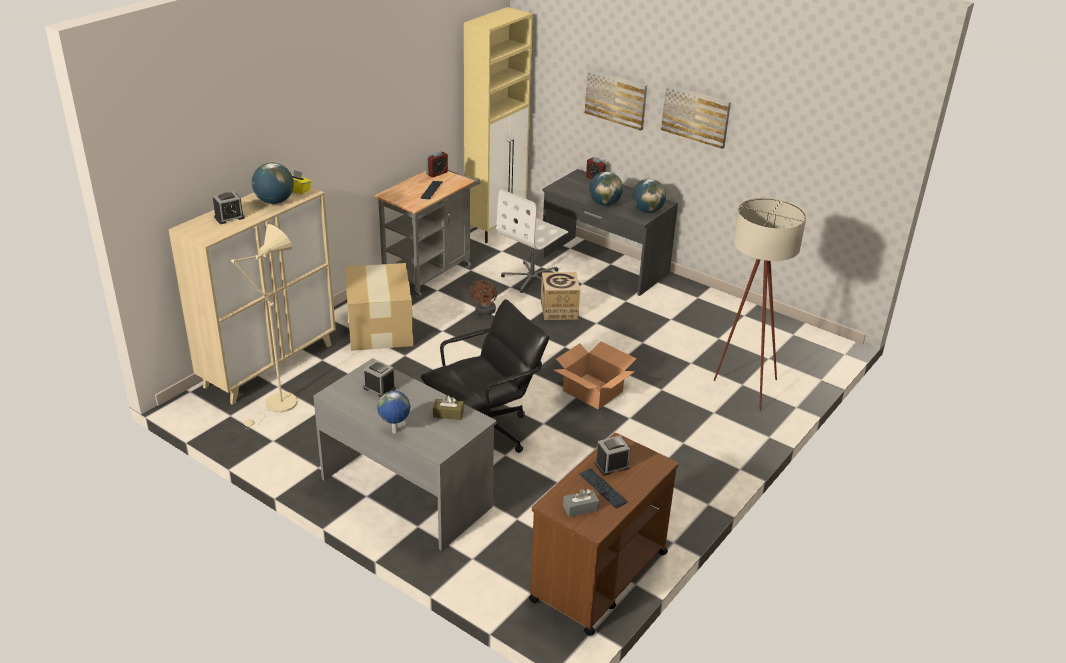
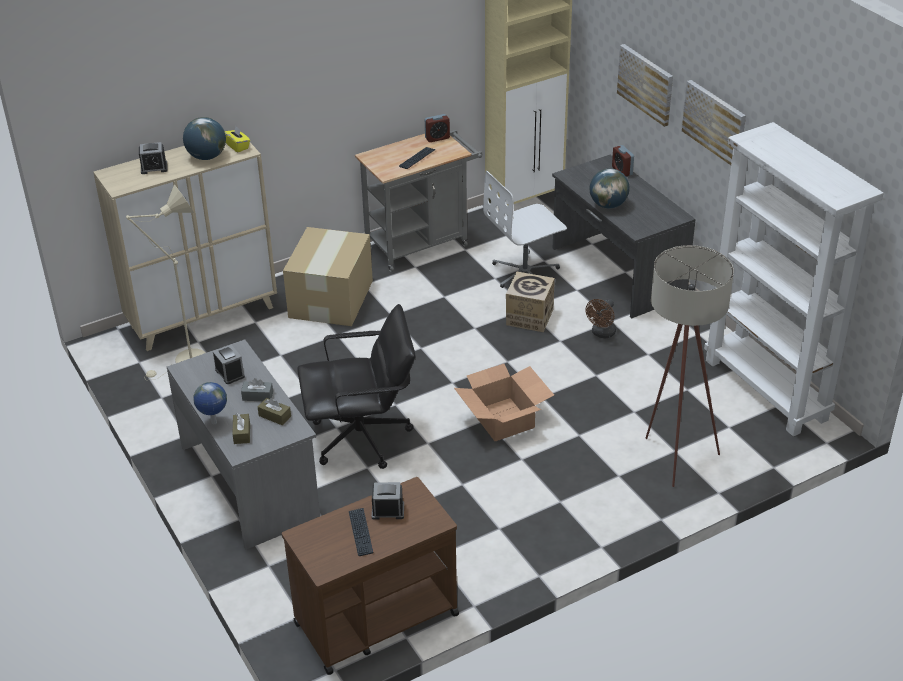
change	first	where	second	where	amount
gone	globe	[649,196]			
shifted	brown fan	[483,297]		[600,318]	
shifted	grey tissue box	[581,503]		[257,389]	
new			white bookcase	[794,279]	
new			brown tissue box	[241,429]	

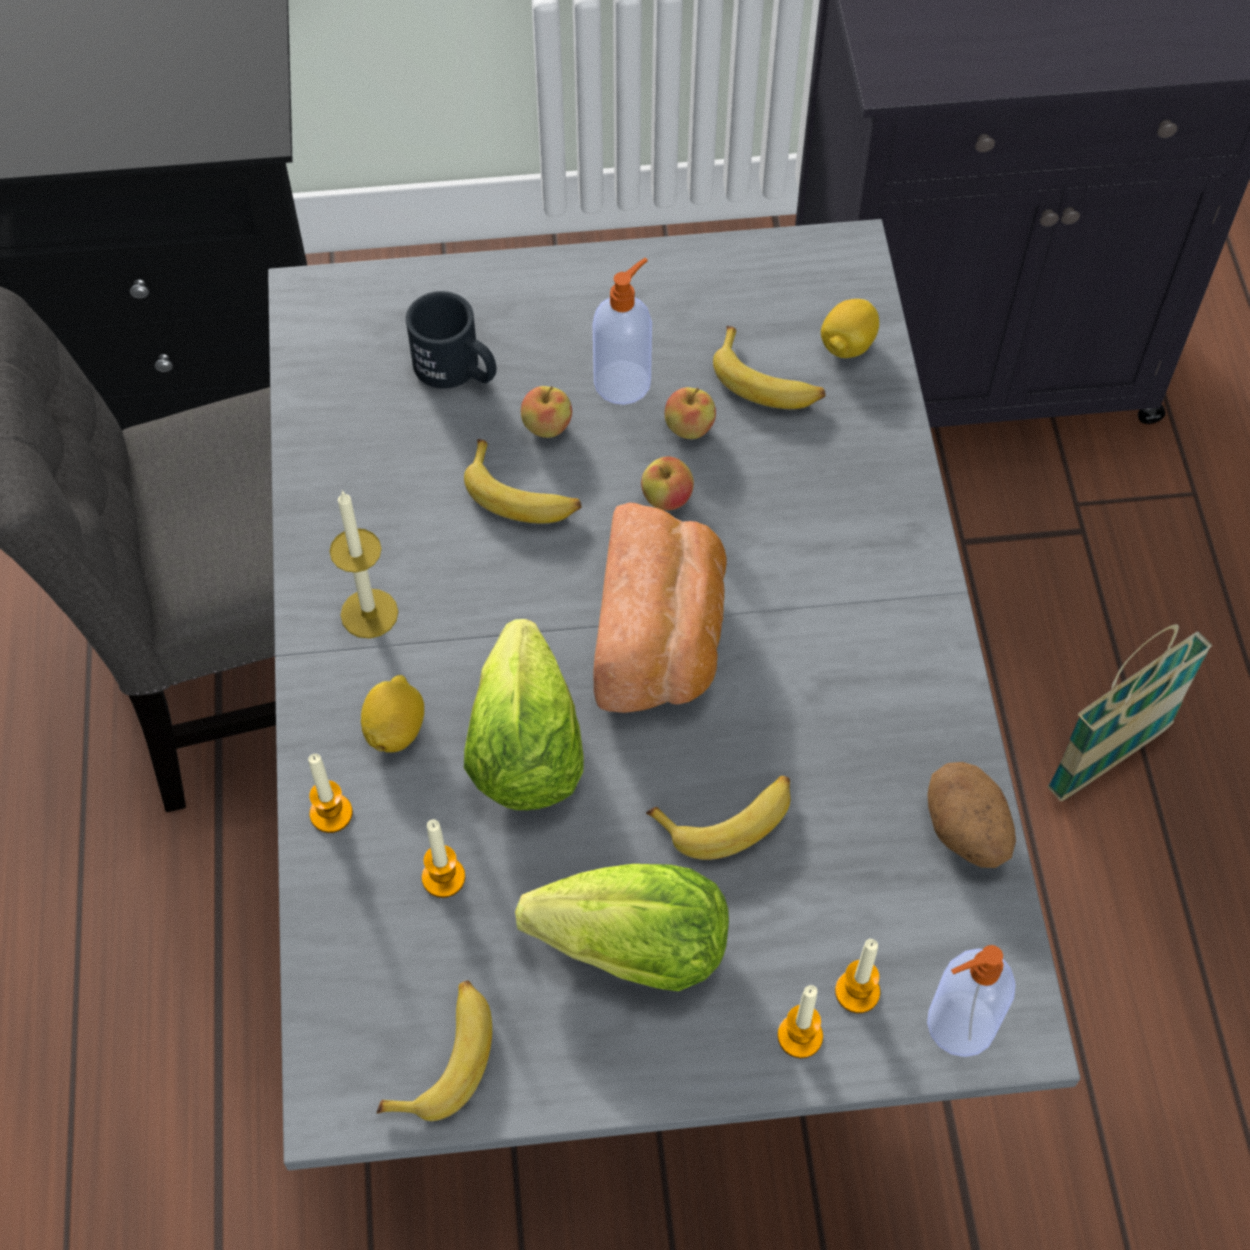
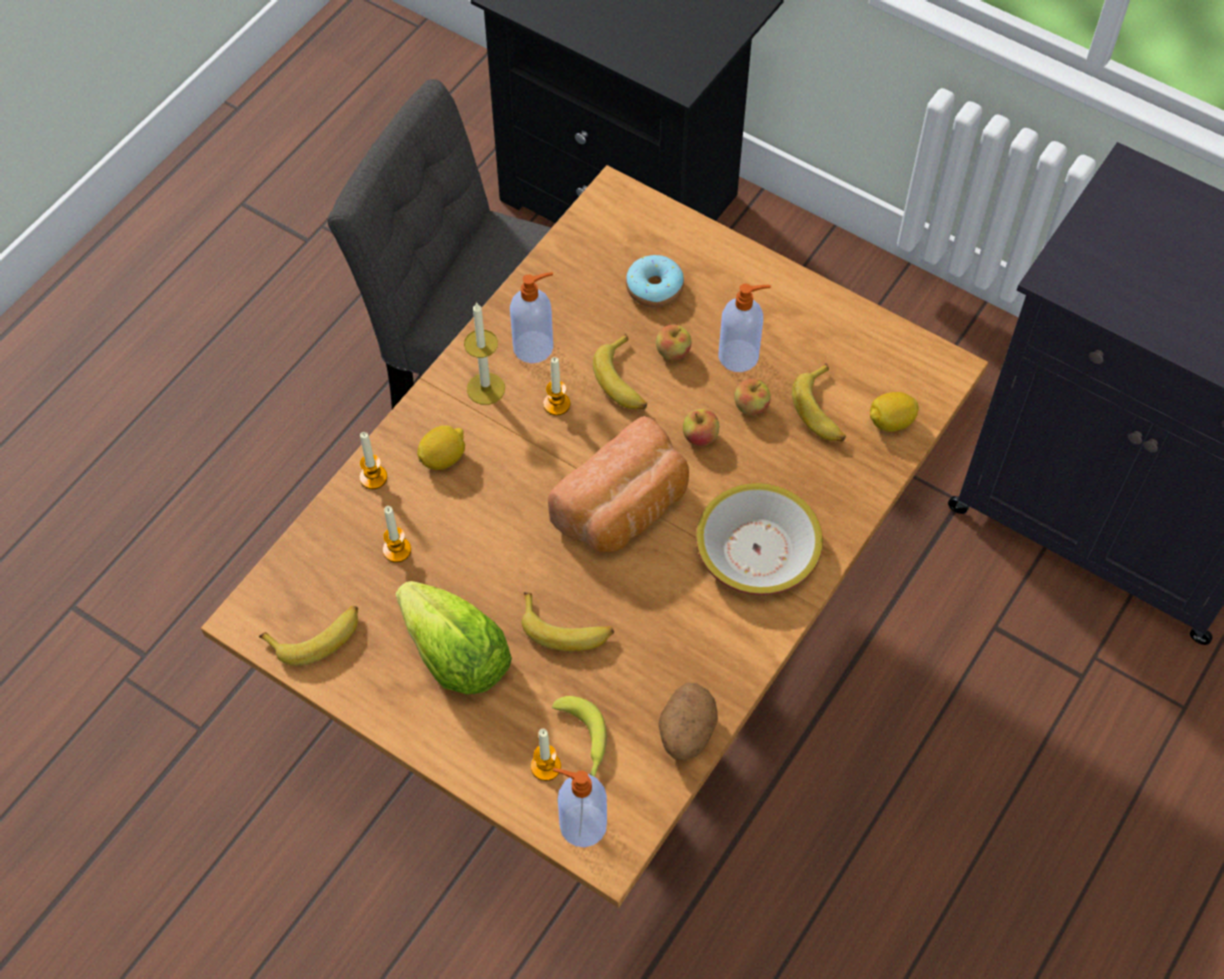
change	first	where	second	where	amount
repainted	grey dining table	[674,694]	brown dining table	[594,536]	
swapped	black mug	[451,340]	donut	[655,281]	
gone	lettuce	[524,714]			
gone	basket	[1130,712]			
shifted	candle	[800,1021]		[556,386]	
new			soap dispenser	[531,317]	
new			bowl	[759,539]	
new			banana	[579,736]	

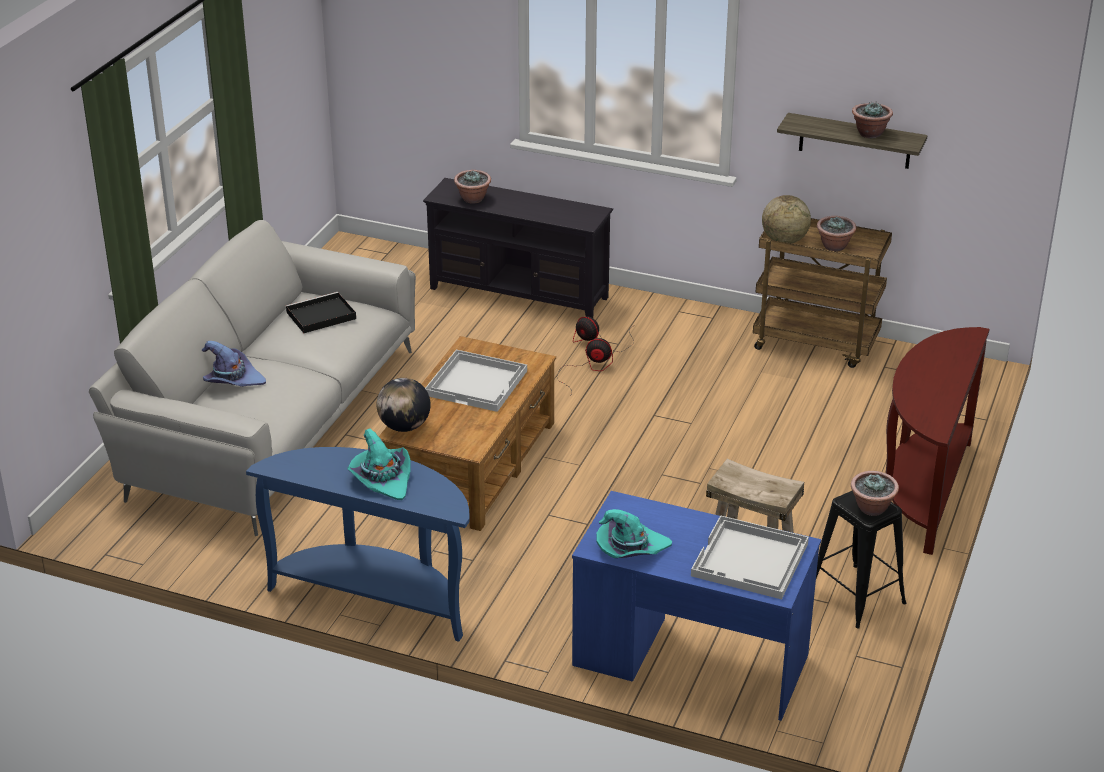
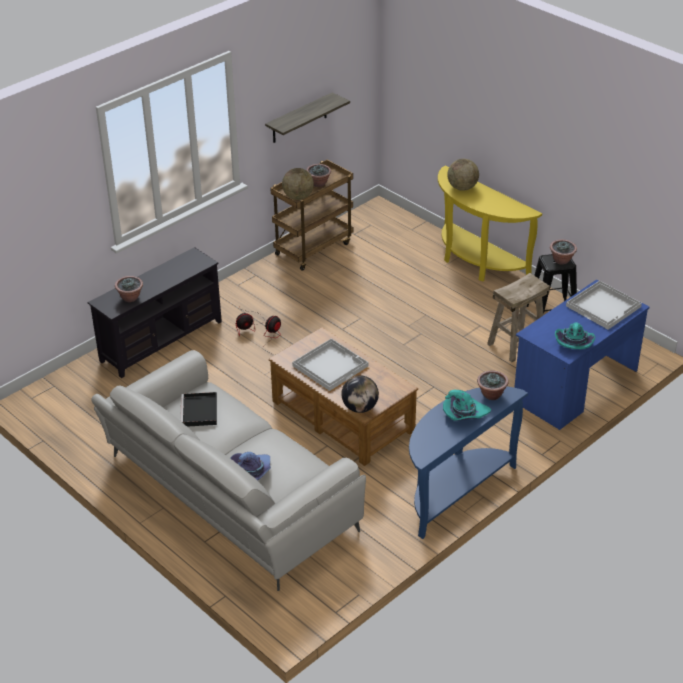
change	first	where	second	where	amount
shifted	potted plant	[872,120]		[492,385]	
repainted	brown console table	[938,441]	yellow console table	[490,224]	
new			globe	[463,175]	

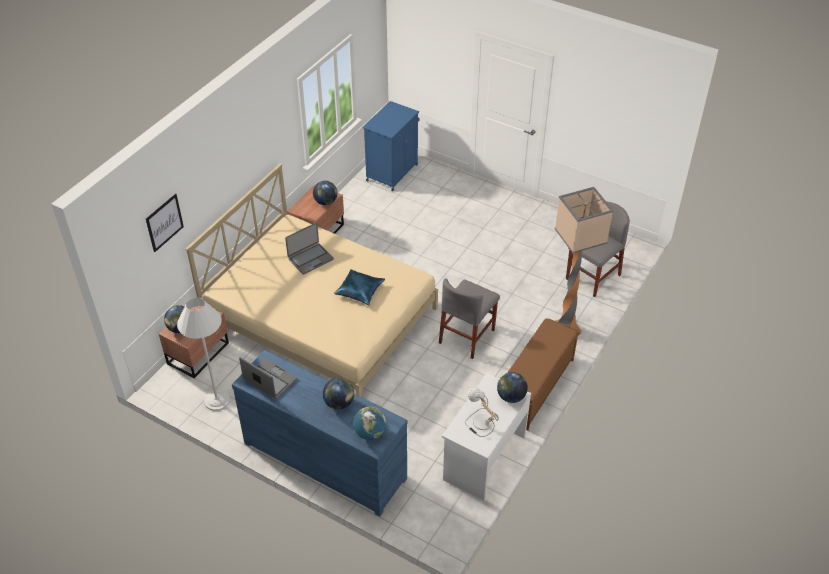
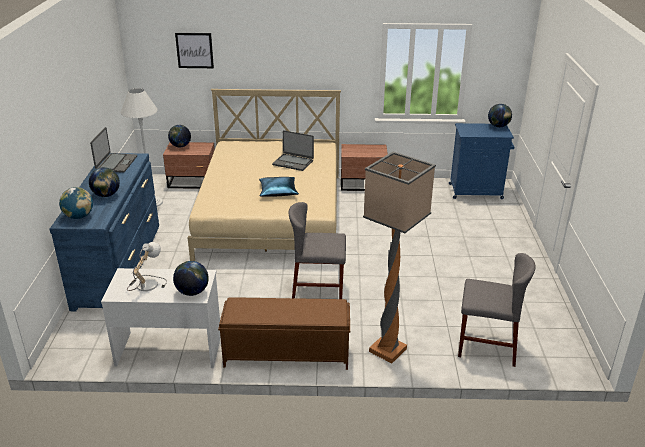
change	first	where	second	where	amount
shifted	globe	[325,193]		[500,115]	

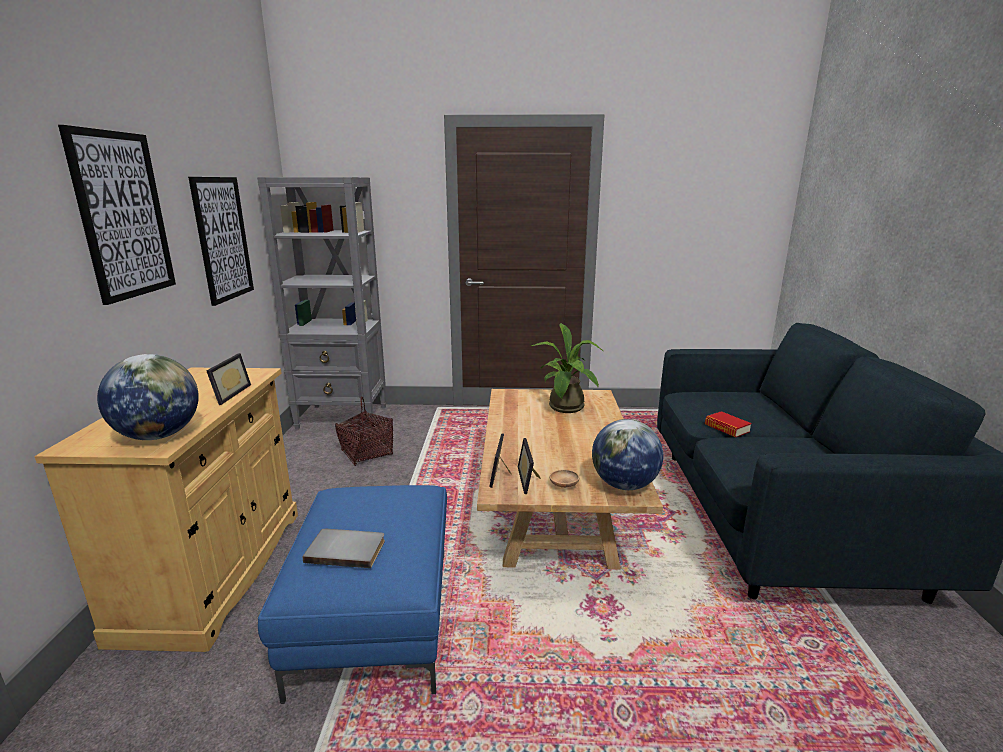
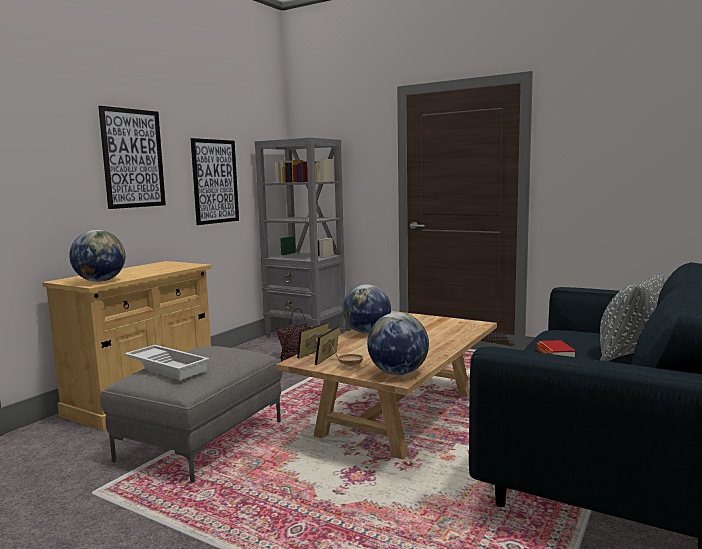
change	first	where	second	where	amount
gone	potted plant	[567,368]			
gone	picture frame	[229,379]			
repainted	blue ottoman	[352,594]	grey ottoman	[191,414]	
swapped	grey book	[343,548]	white tray	[166,362]	
new			grey pillow	[632,317]	
new			globe	[367,308]	

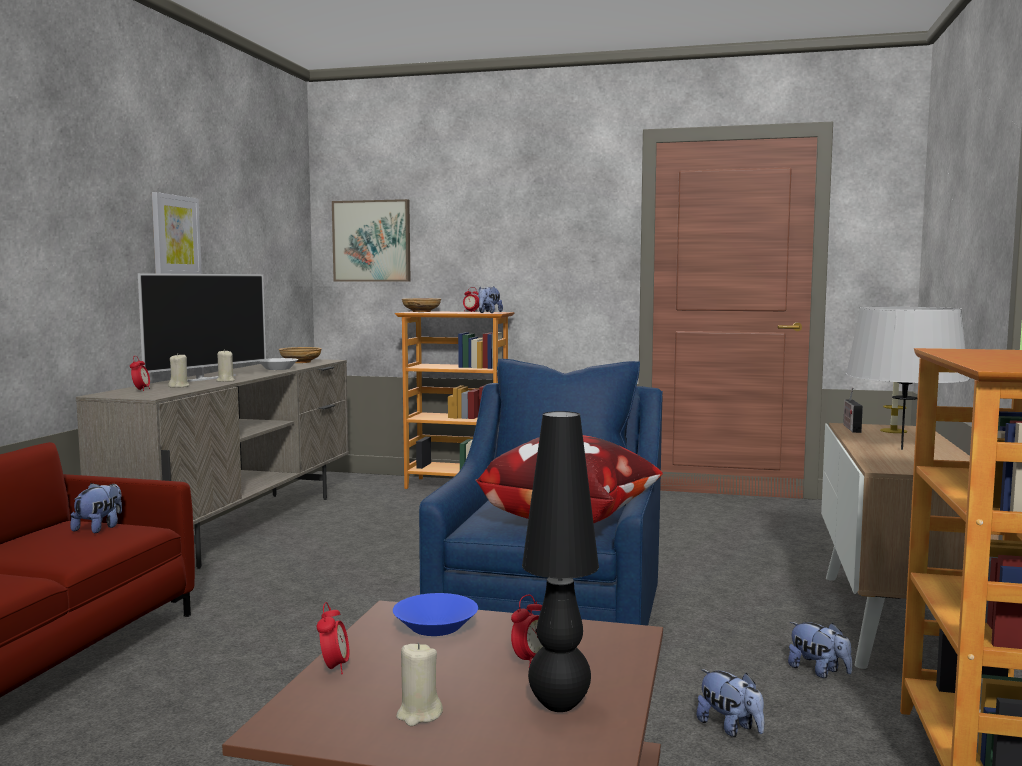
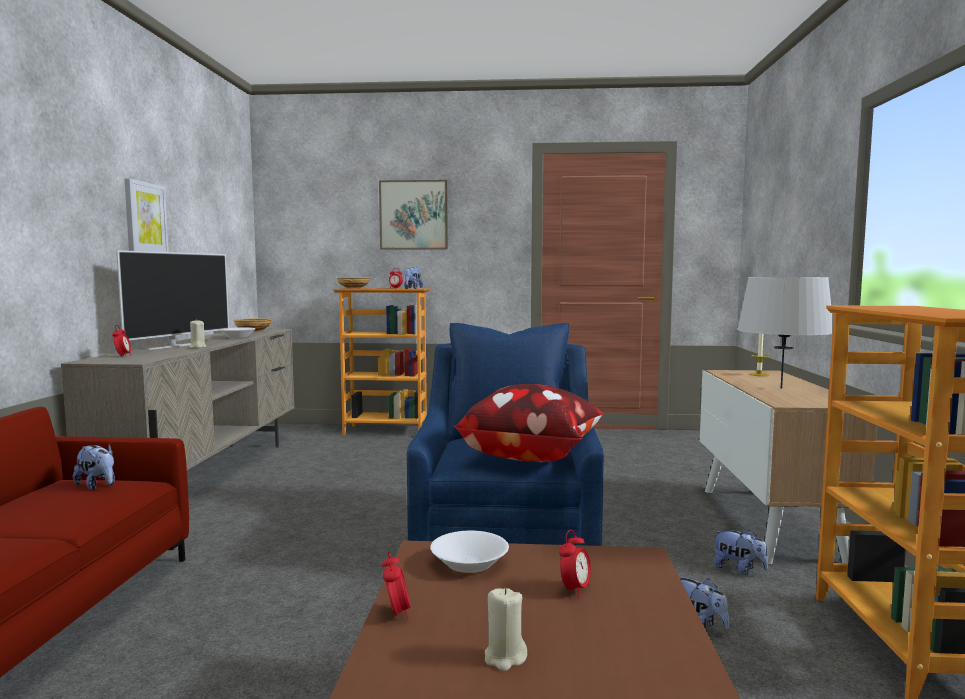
change	first	where	second	where	amount
shifted	picture	[371,240]		[413,215]	
gone	beige candle	[178,371]			
gone	radio	[853,410]			
gone	black table lamp	[560,561]			
rotated	plush toy	[96,508]		[94,467]	120 degrees clockwise
repainted	blue bowl	[435,614]	white bowl	[469,552]	

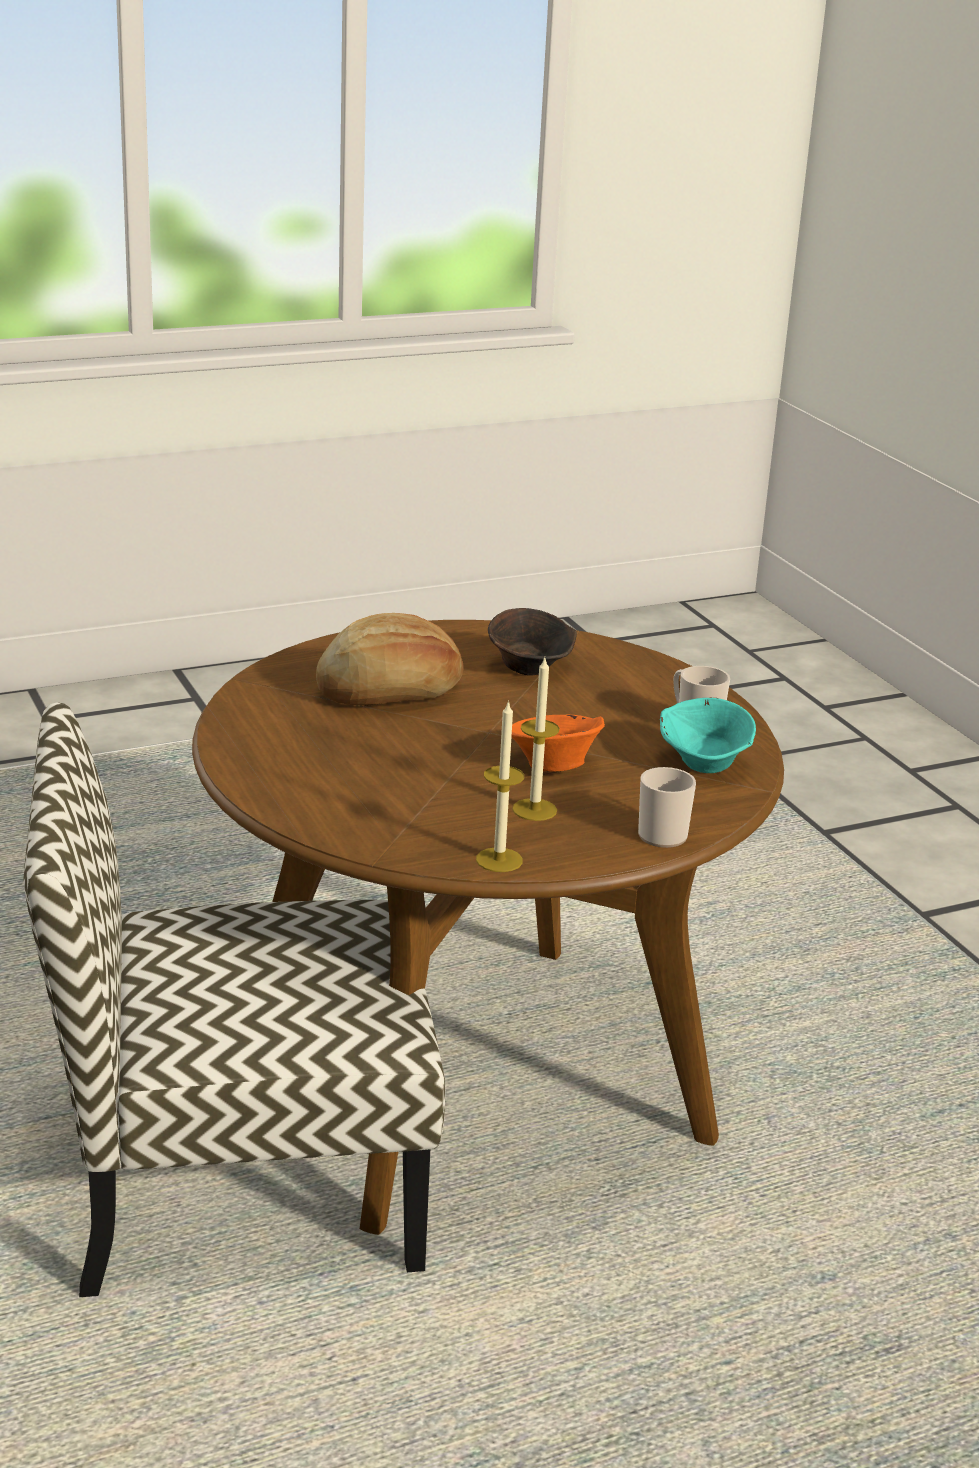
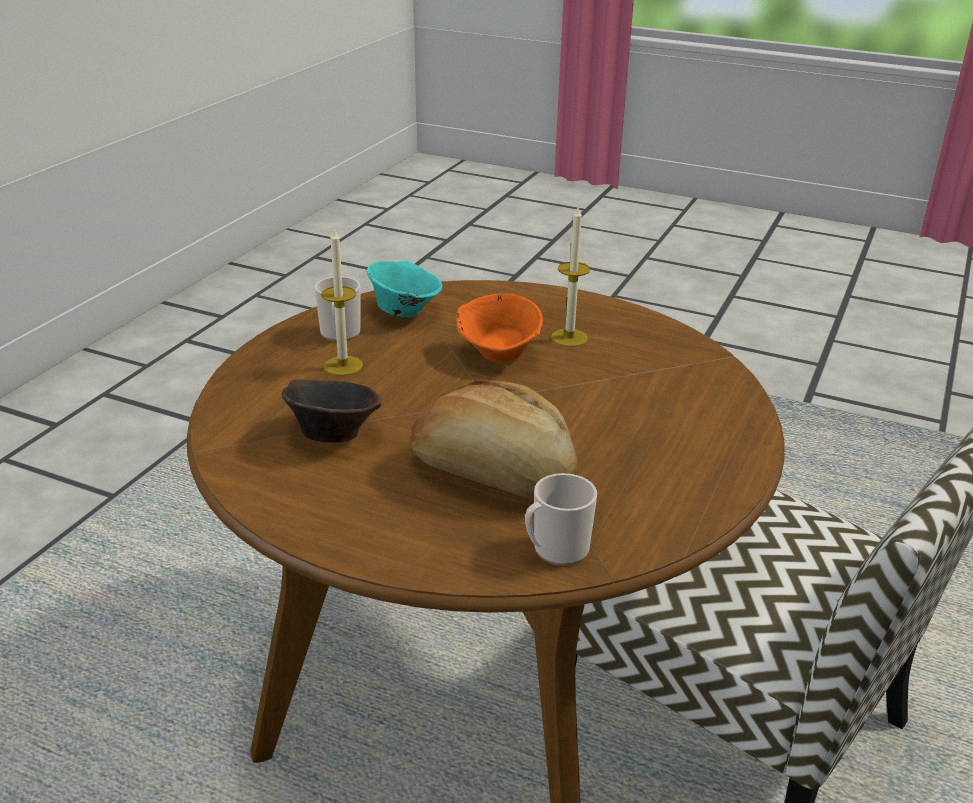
change	first	where	second	where	amount
shifted	candle	[500,786]		[342,302]	
shifted	mug	[667,807]		[561,519]	

